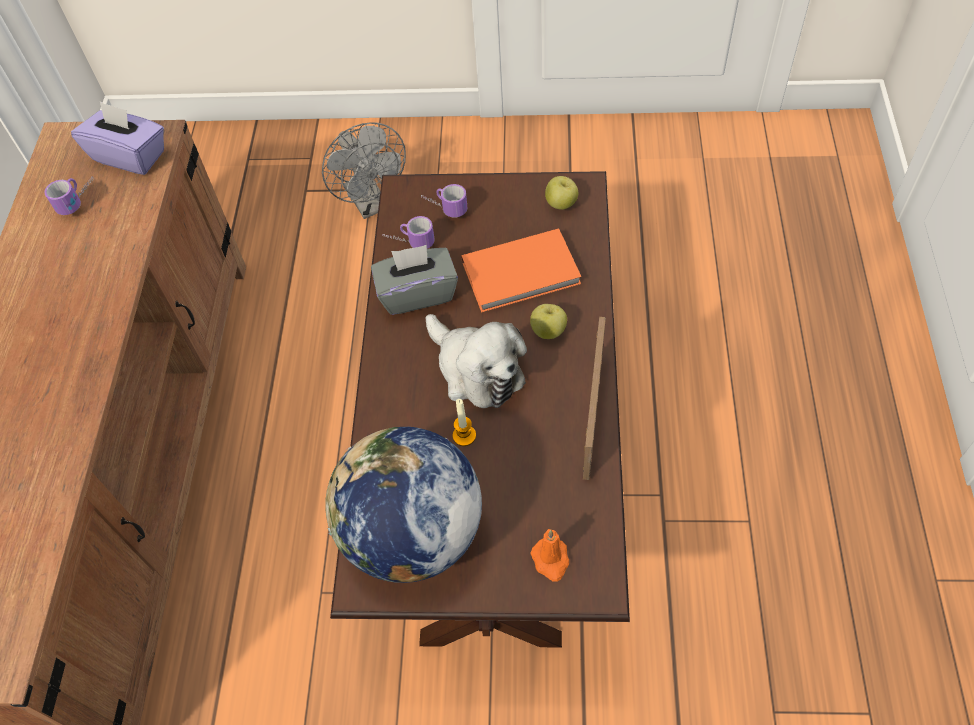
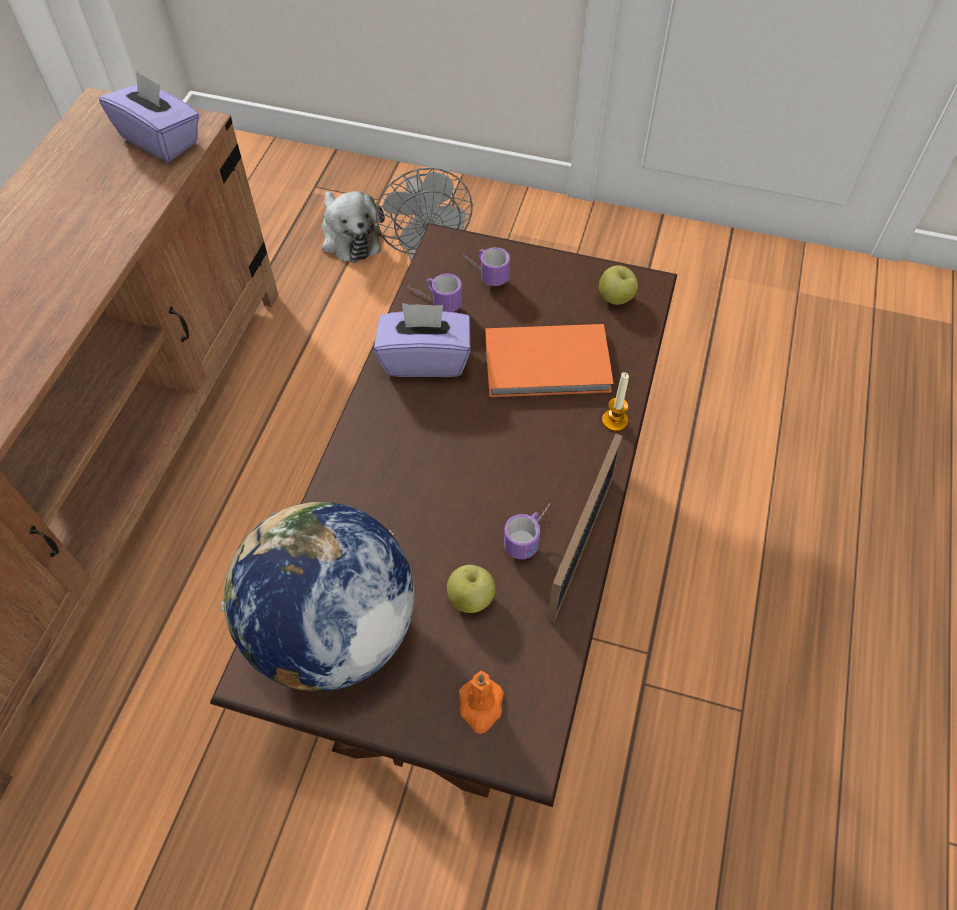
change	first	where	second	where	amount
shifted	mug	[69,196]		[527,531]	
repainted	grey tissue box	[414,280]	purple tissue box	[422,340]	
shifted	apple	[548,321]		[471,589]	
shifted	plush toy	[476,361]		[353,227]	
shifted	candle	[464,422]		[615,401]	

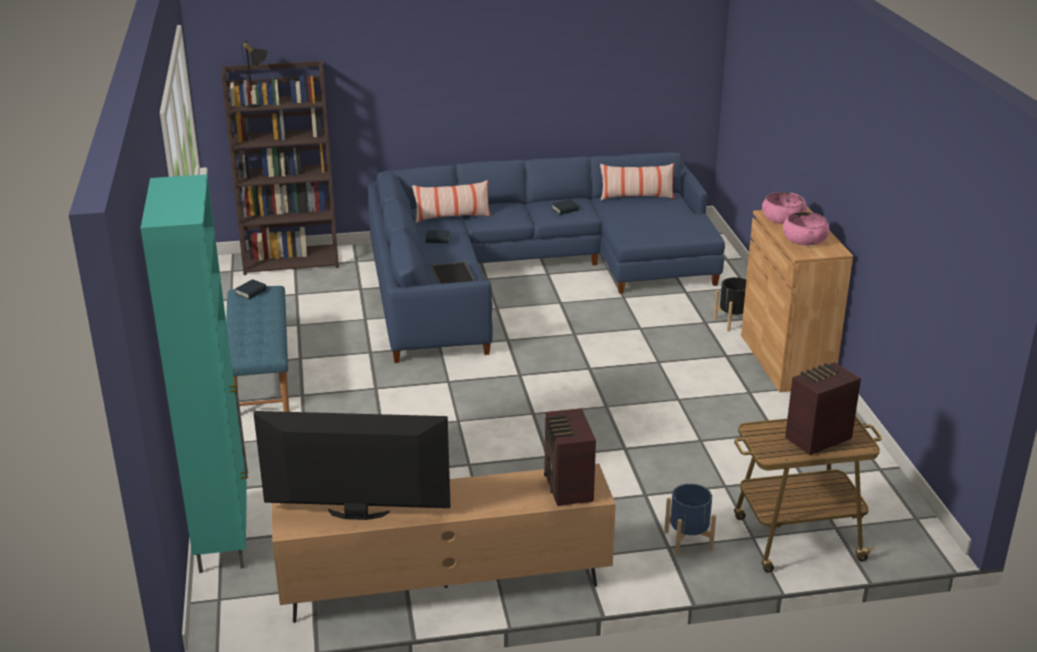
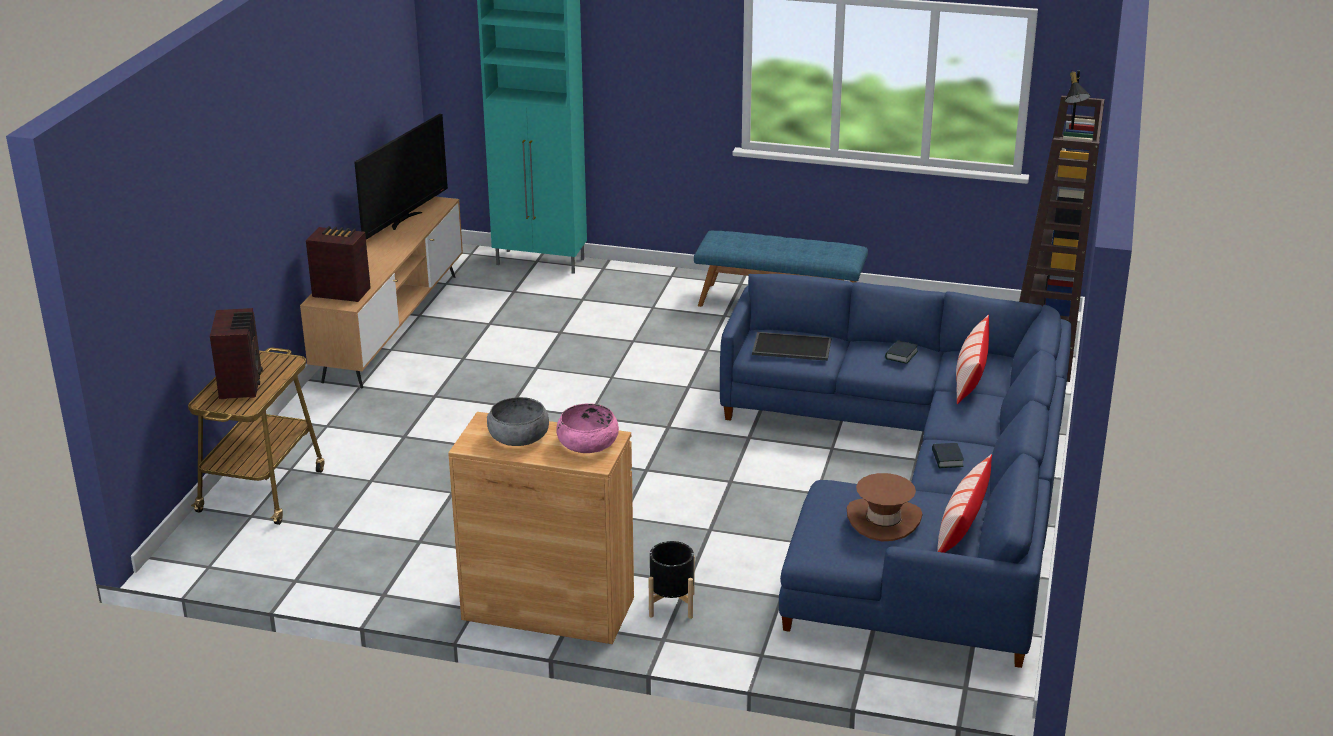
change	first	where	second	where	amount
repainted	pink bowl	[806,229]	grey bowl	[518,421]	
gone	book	[251,289]			
gone	blue planter	[690,519]			
new			brown hat	[884,507]	

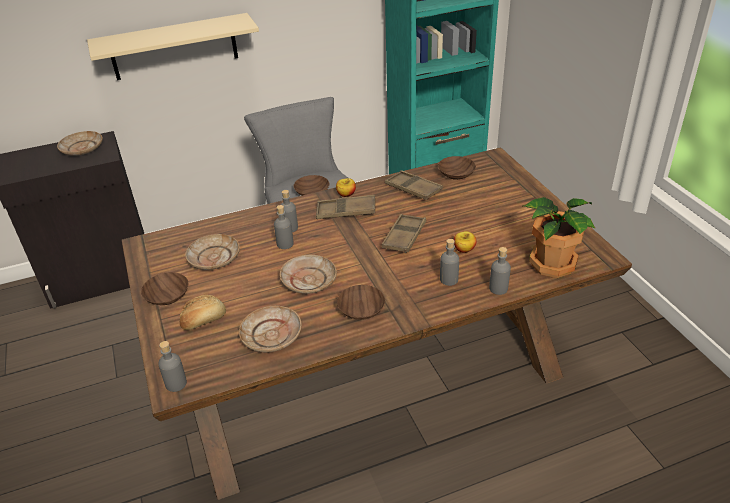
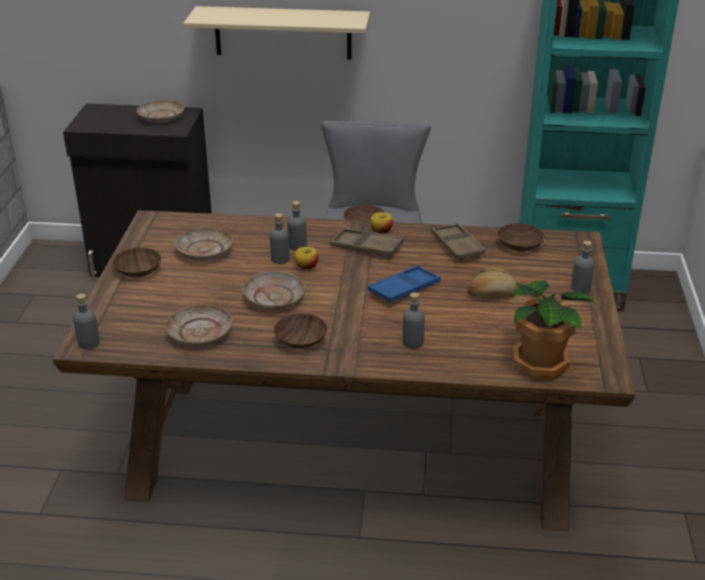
change	first	where	second	where	amount
repainted	brown tray	[404,233]	blue tray	[404,284]	
shifted	apple	[465,242]		[306,258]	
shifted	grey bottle	[500,271]		[583,267]	
shifted	bread	[203,312]		[492,282]	

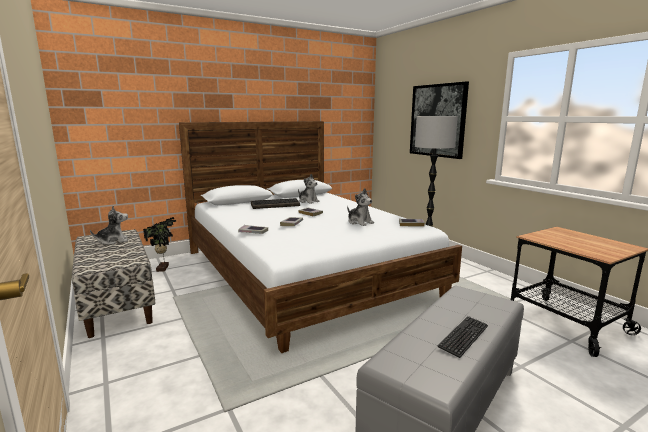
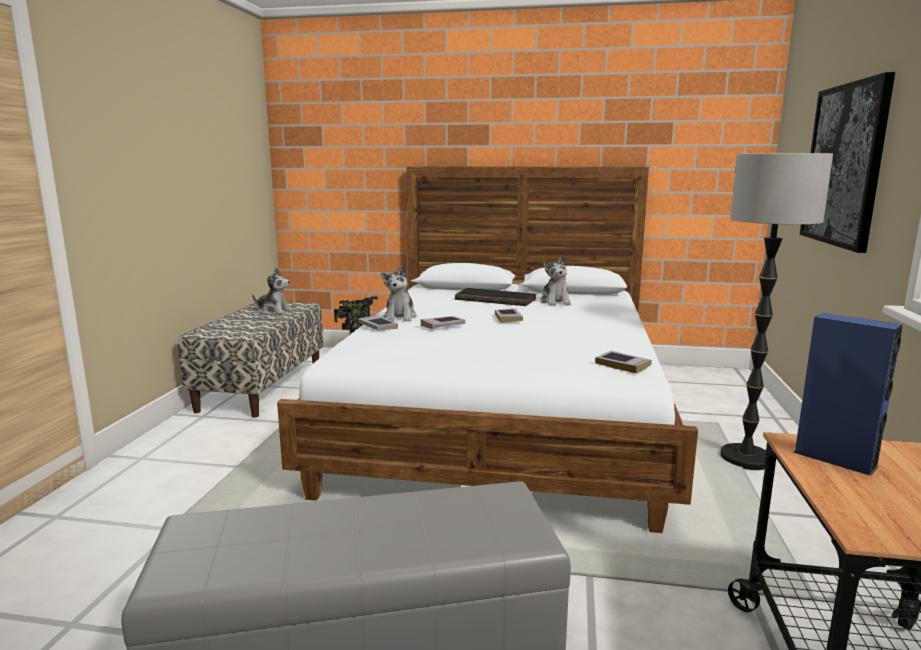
change	first	where	second	where	amount
shifted	plush toy	[360,207]		[399,293]	
gone	keyboard	[463,337]			
new			blue speaker	[848,394]	

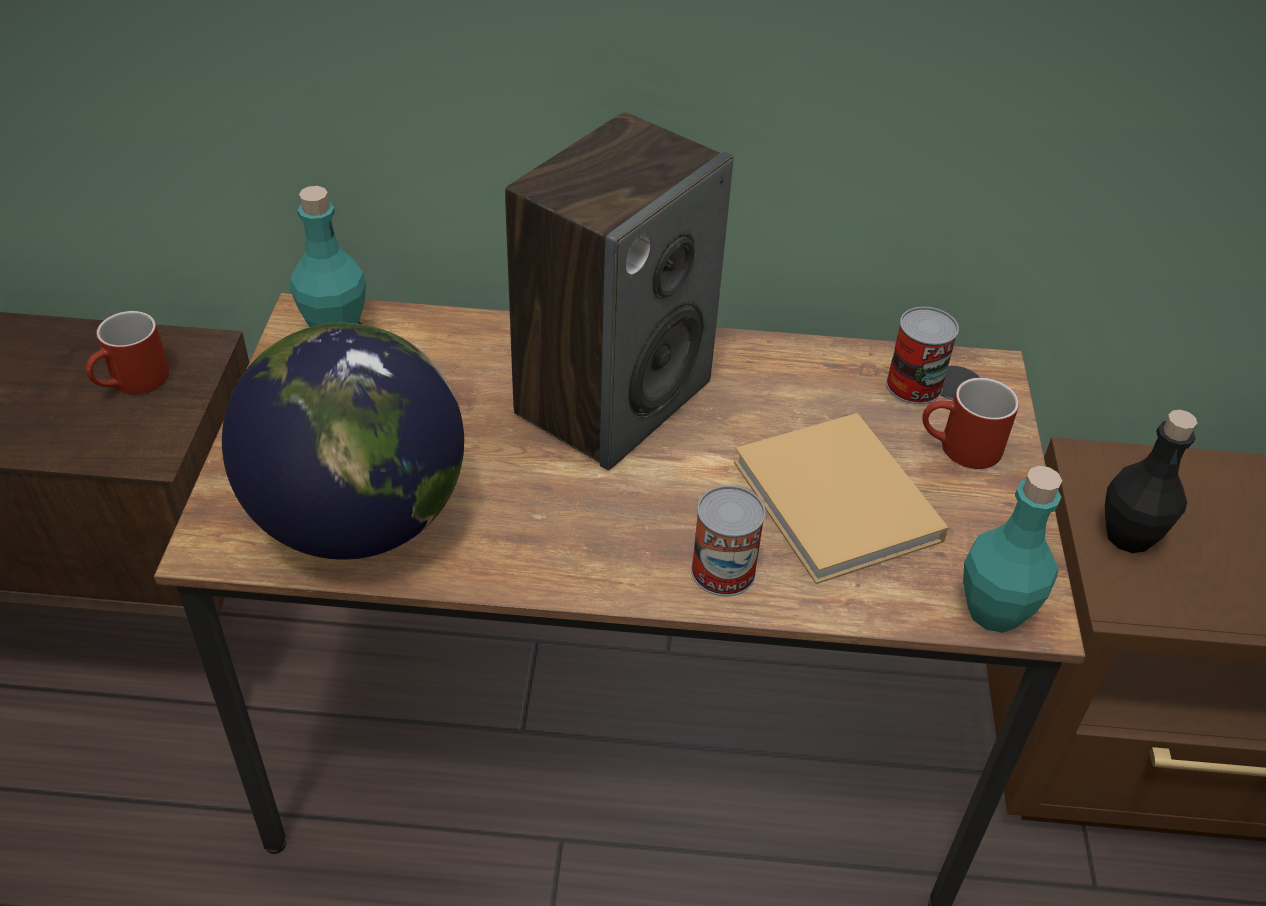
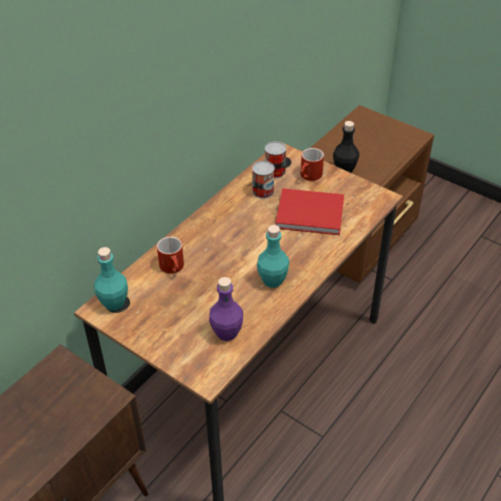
change	first	where	second	where	amount
gone	speaker	[619,291]			
shifted	red mug	[127,352]		[170,255]	
swapped	globe	[343,441]	purple bottle	[226,309]	
repainted	beige book	[841,498]	red book	[309,211]	
shifted	turquoise bottle	[1012,549]		[273,256]	
shifted	can	[728,540]		[263,180]	

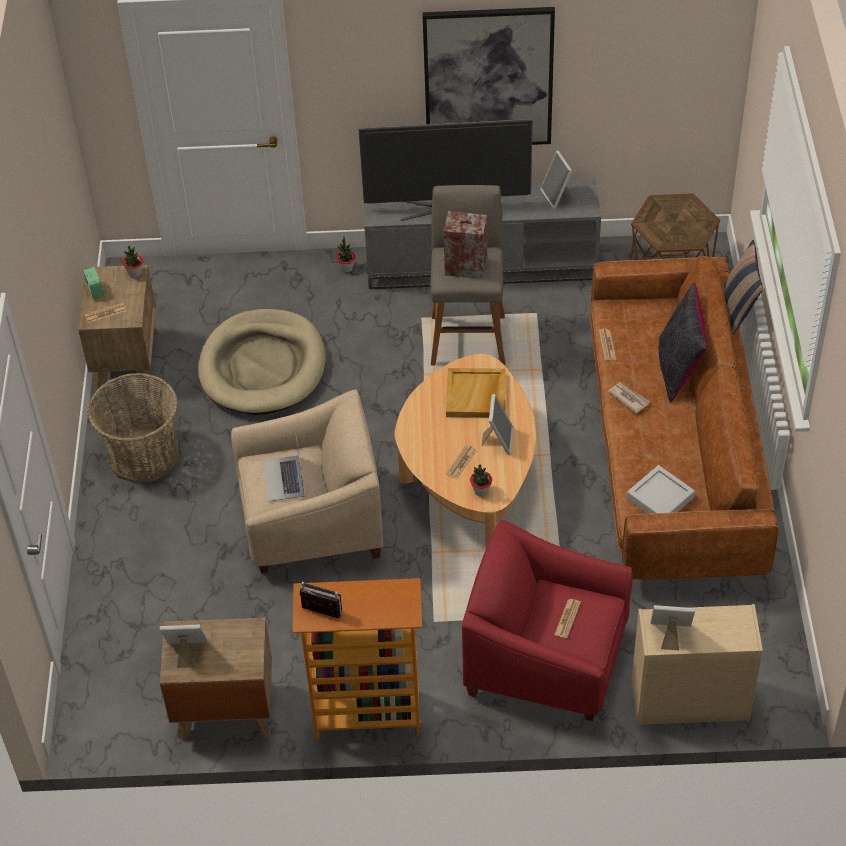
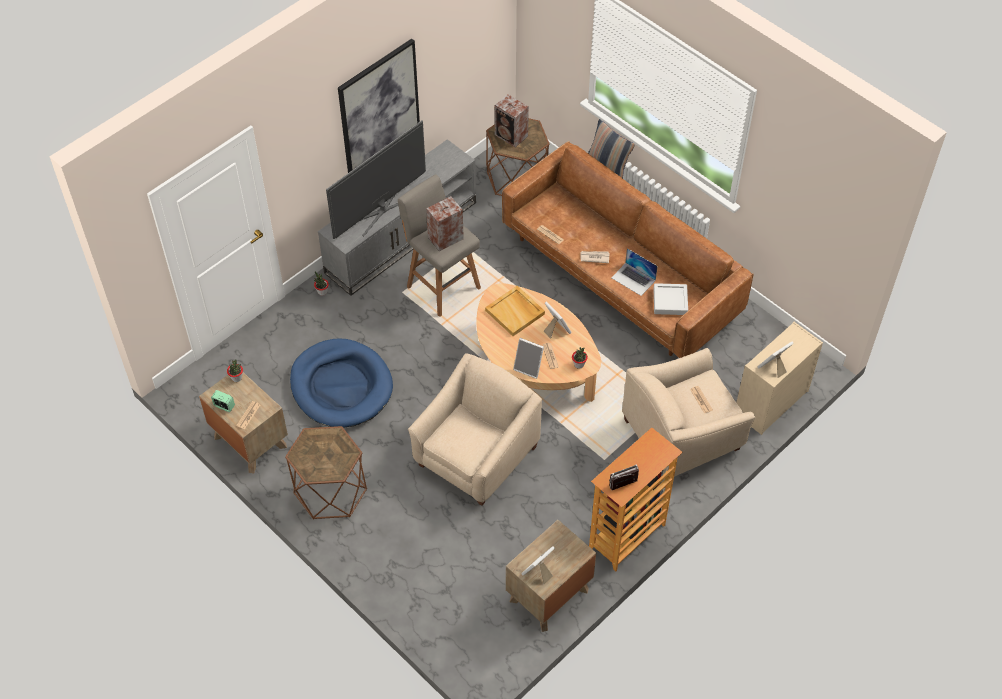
change	first	where	second	where	amount
shifted	picture frame	[557,180]		[528,358]	
gone	black pillow	[683,343]			
repainted	beige dog bed	[262,362]	blue dog bed	[341,383]	
swapped	basket	[133,428]	brown side table	[326,472]	
shifted	laptop	[283,469]		[635,272]	
repainted	red armchair	[547,620]	beige armchair	[688,412]	
new			speaker	[512,120]	

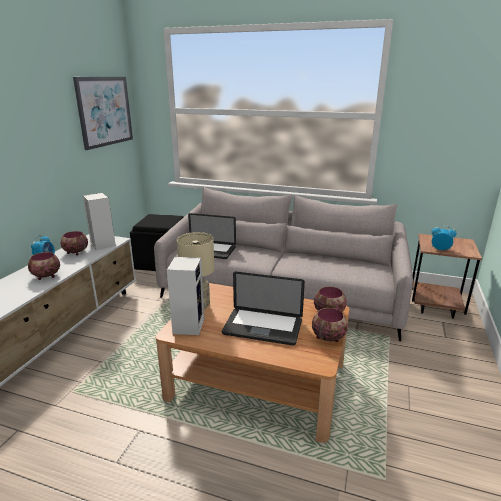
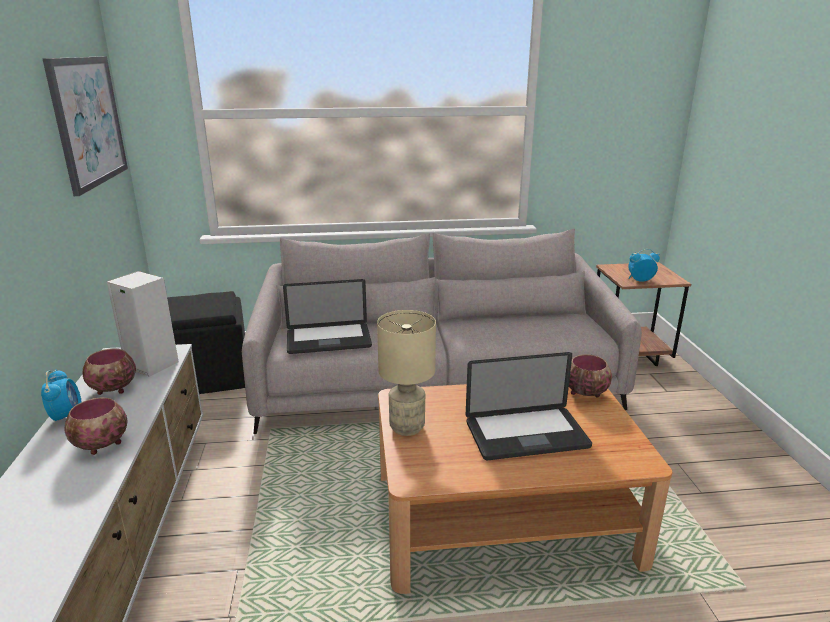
change	first	where	second	where	amount
gone	speaker	[186,296]			
gone	bowl	[330,325]			

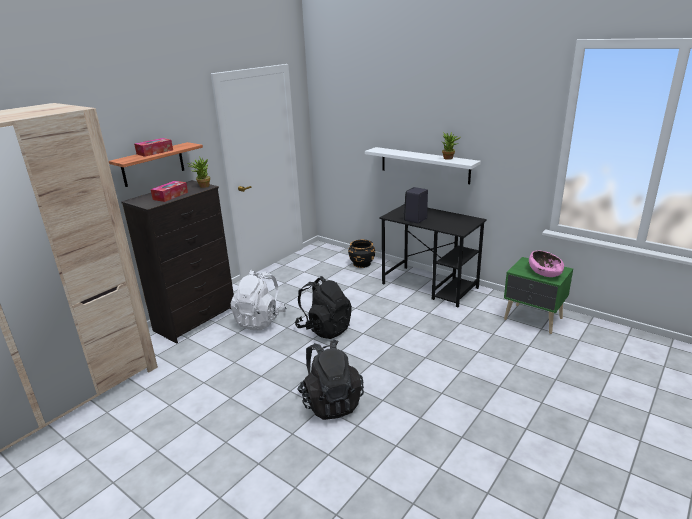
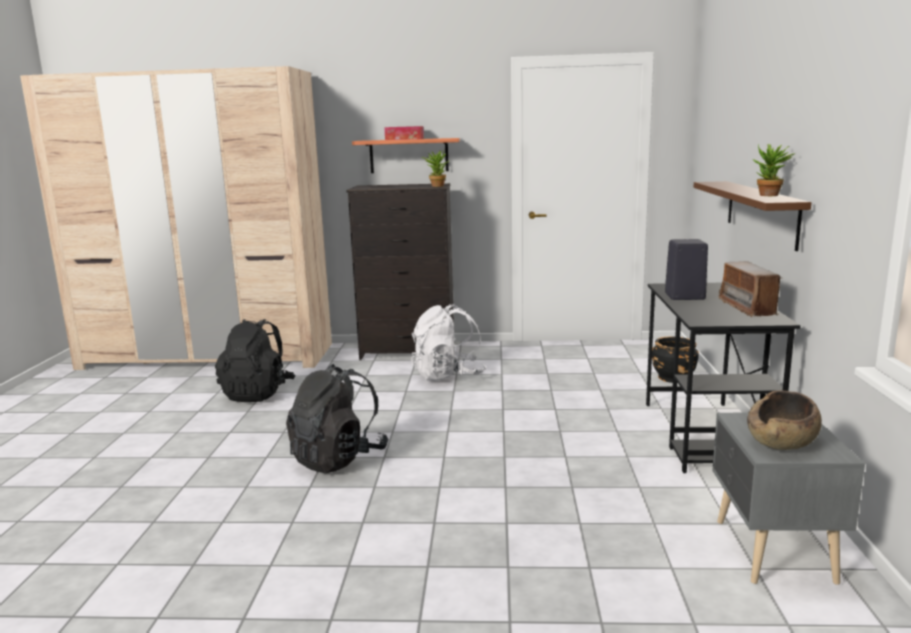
change	first	where	second	where	amount
repainted	white shelf	[423,165]	brown shelf	[752,216]	
gone	tissue box	[169,191]			
repainted	pink bowl	[546,263]	brown bowl	[784,420]	
repainted	green nightstand	[538,295]	grey nightstand	[788,499]	
shifted	black backpack	[323,307]		[255,360]	
new			radio	[750,289]	

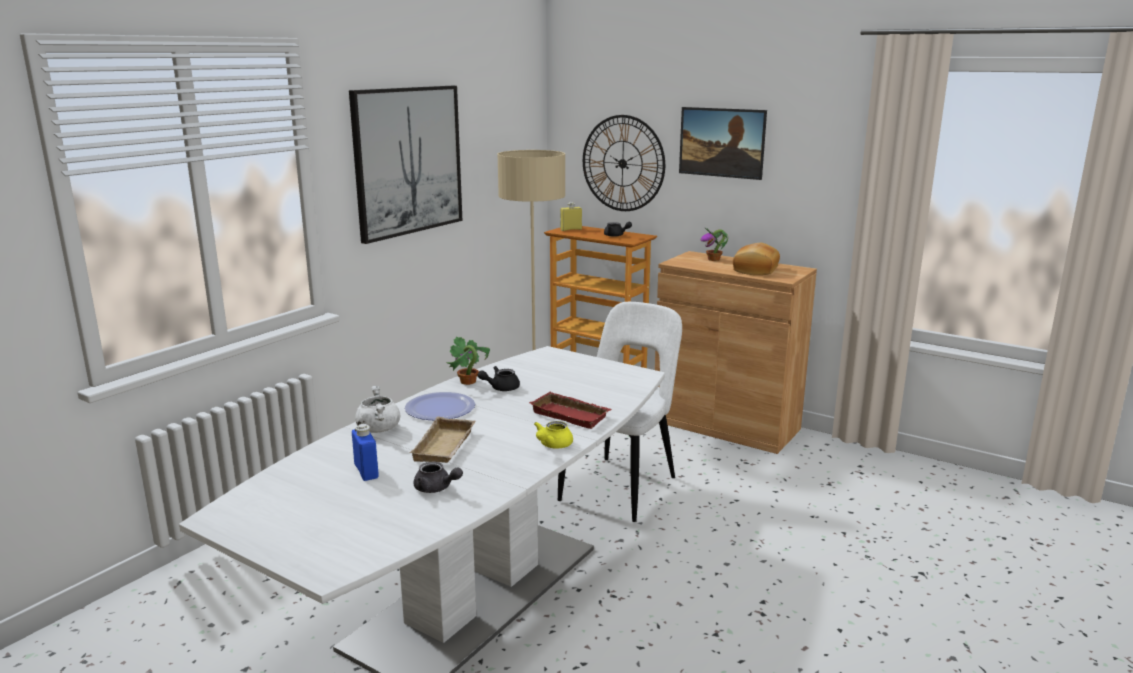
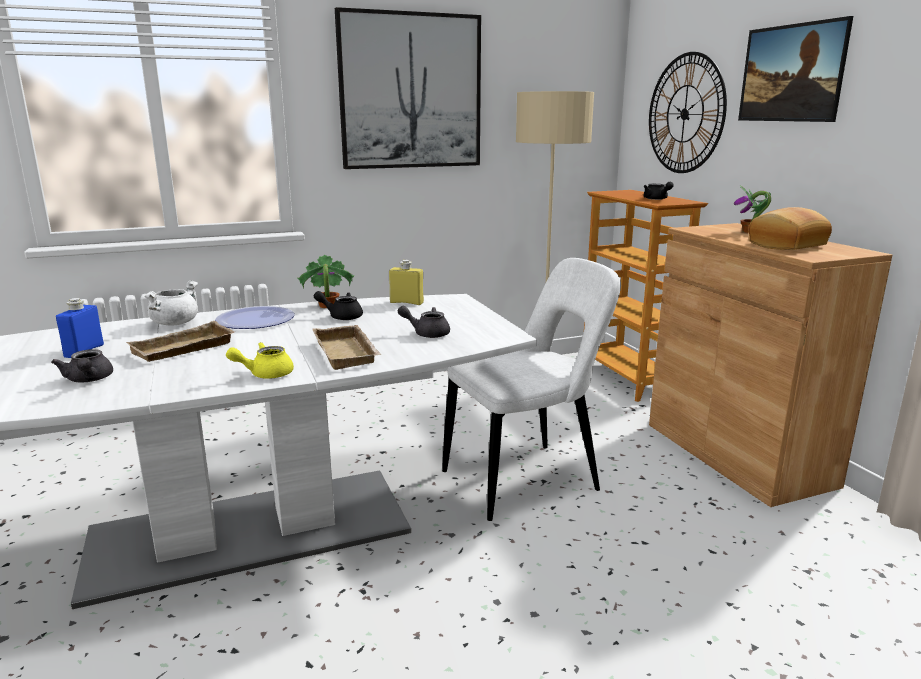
change	first	where	second	where	amount
shifted	yellow bottle	[571,216]		[406,282]	
repainted	red tray	[570,410]	beige tray	[346,347]	
new			grey teapot	[424,322]	

